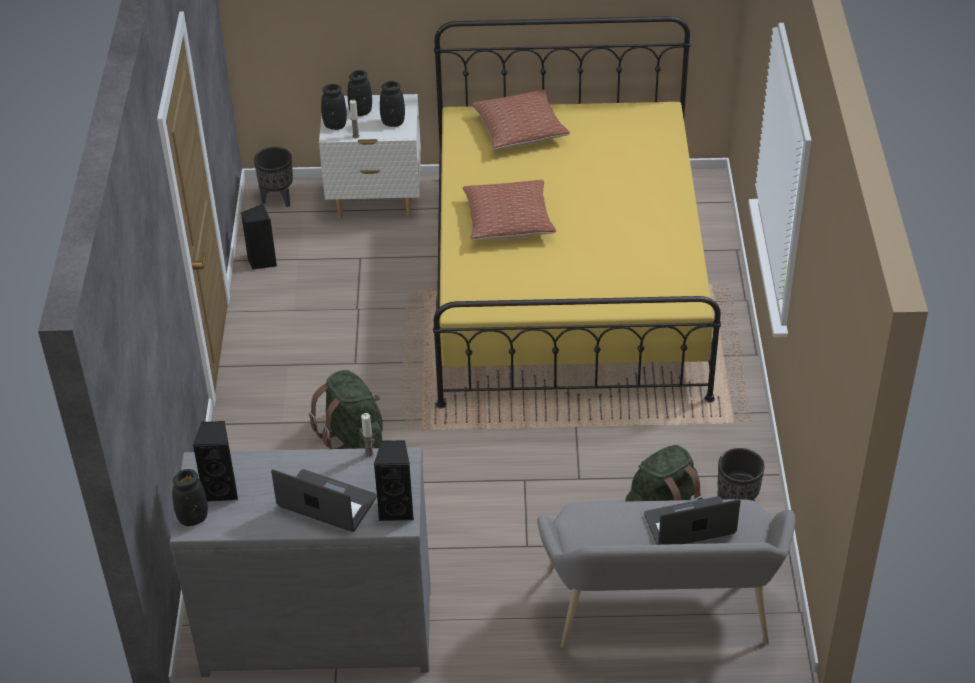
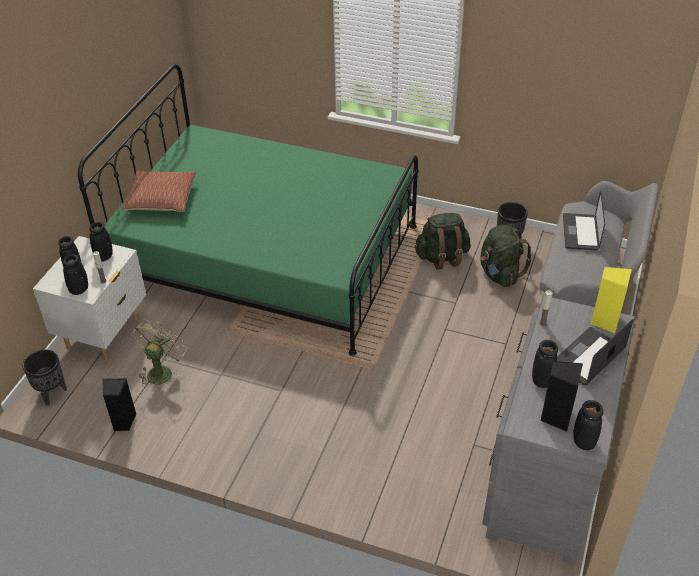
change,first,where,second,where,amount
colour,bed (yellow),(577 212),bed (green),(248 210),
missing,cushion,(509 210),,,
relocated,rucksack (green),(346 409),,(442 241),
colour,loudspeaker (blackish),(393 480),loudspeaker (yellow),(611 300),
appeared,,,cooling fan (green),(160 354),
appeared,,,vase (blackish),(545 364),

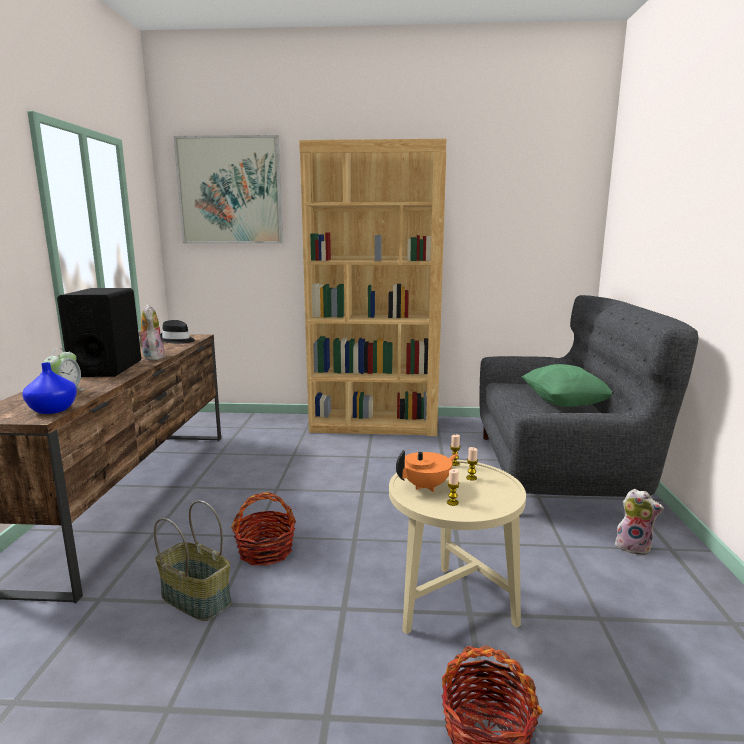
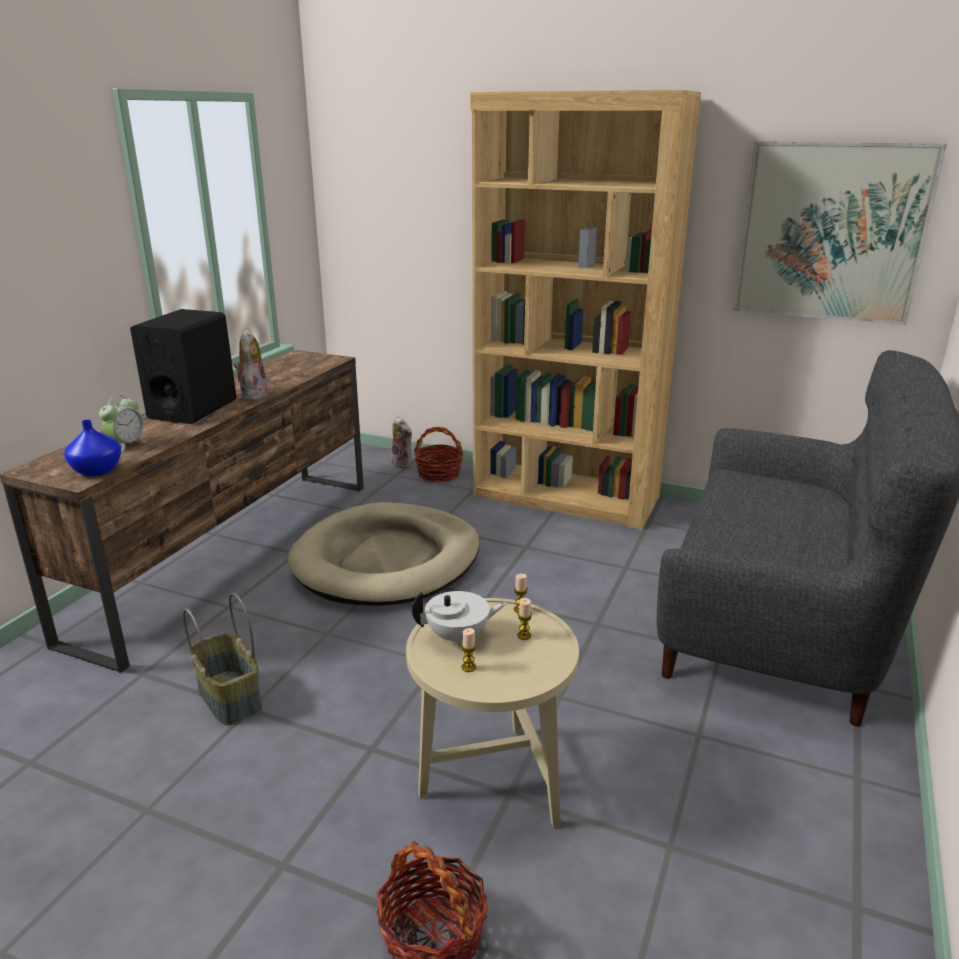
change,first,where,second,where,amount
relocated,wall art,(228 189),,(840 233),
missing,clothing hat (blackish),(178 332),,,
missing,cushion (green),(567 385),,,
colour,tea pot (orange-coloured),(427 471),tea pot (whitish),(459 619),
relocated,cuddly toy,(639 522),,(400 442),
relocated,storage basket,(263 529),,(438 455),
appeared,,,pet bed (sand-coloured),(383 554),

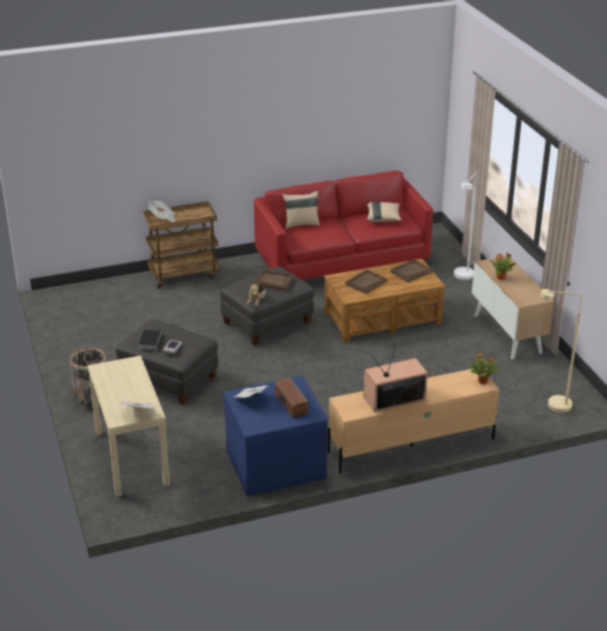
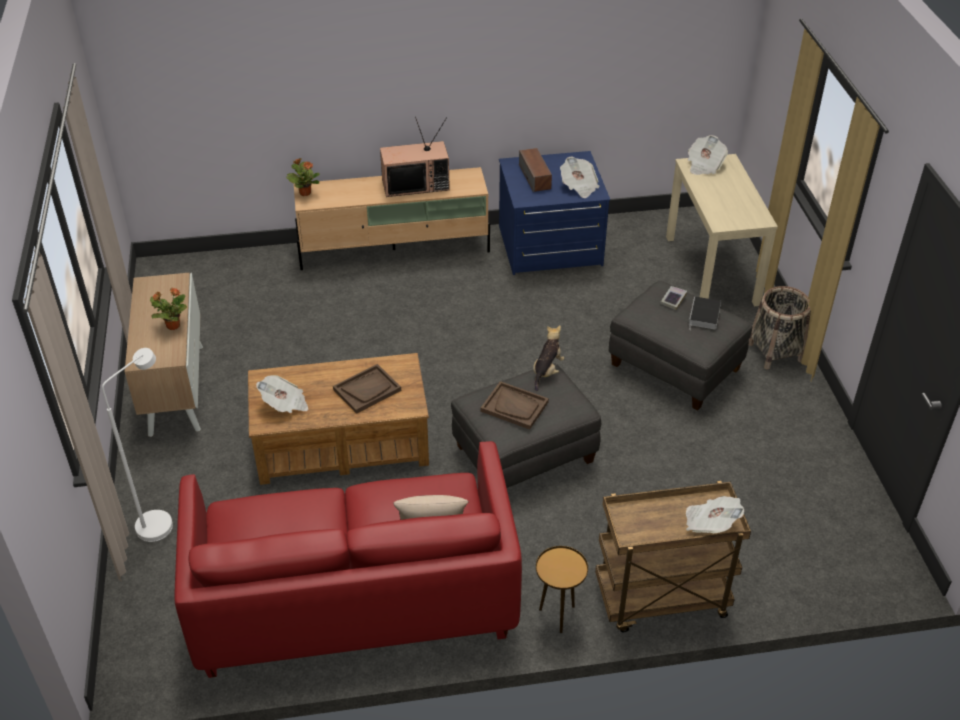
change,first,where,second,where,amount
missing,cushion (sand-coloured),(384 212),,,
exchanged,serving tray (brown),(411 270),printed paper,(282 394),
missing,standard lamp (sand-coloured),(561 351),,,
appeared,,,accent table (brown),(562 589),

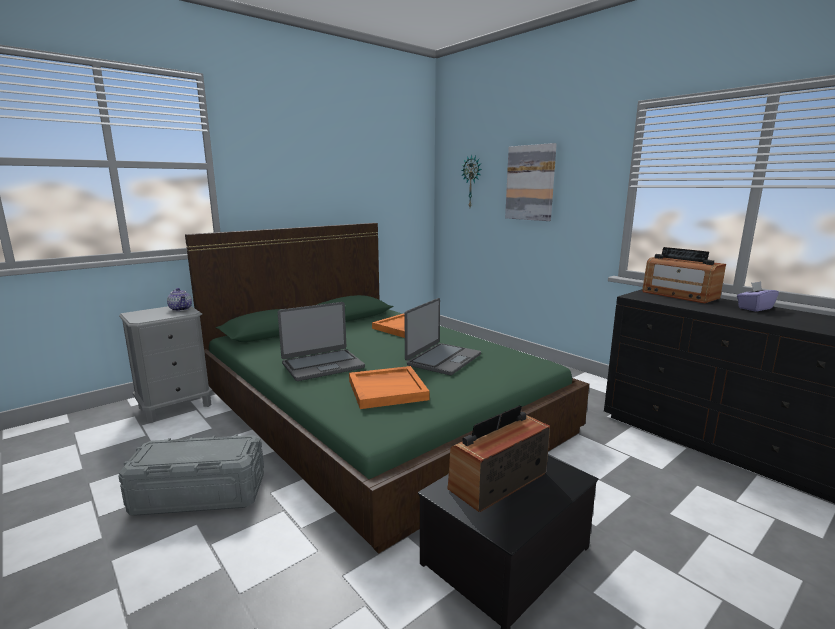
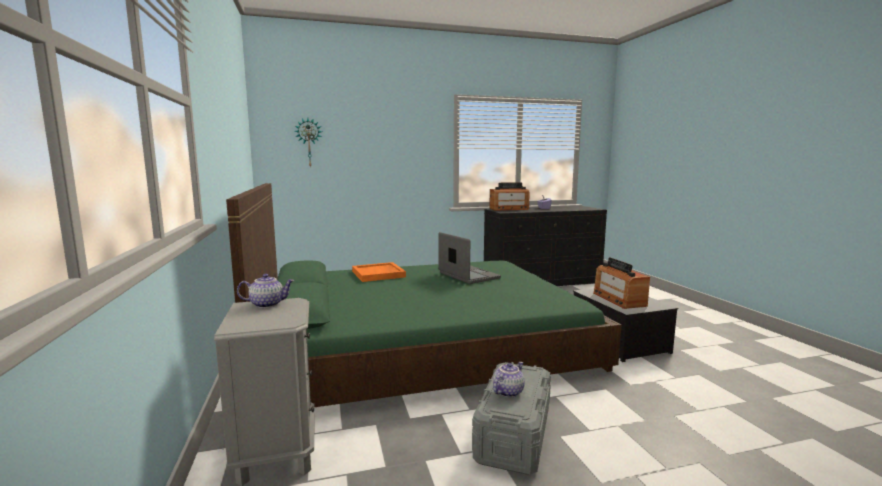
change,first,where,second,where,amount
missing,wall art,(531 182),,,
missing,laptop,(321 341),,,
missing,serving tray (orange-coloured),(389 387),,,
appeared,,,tea pot,(509 379),

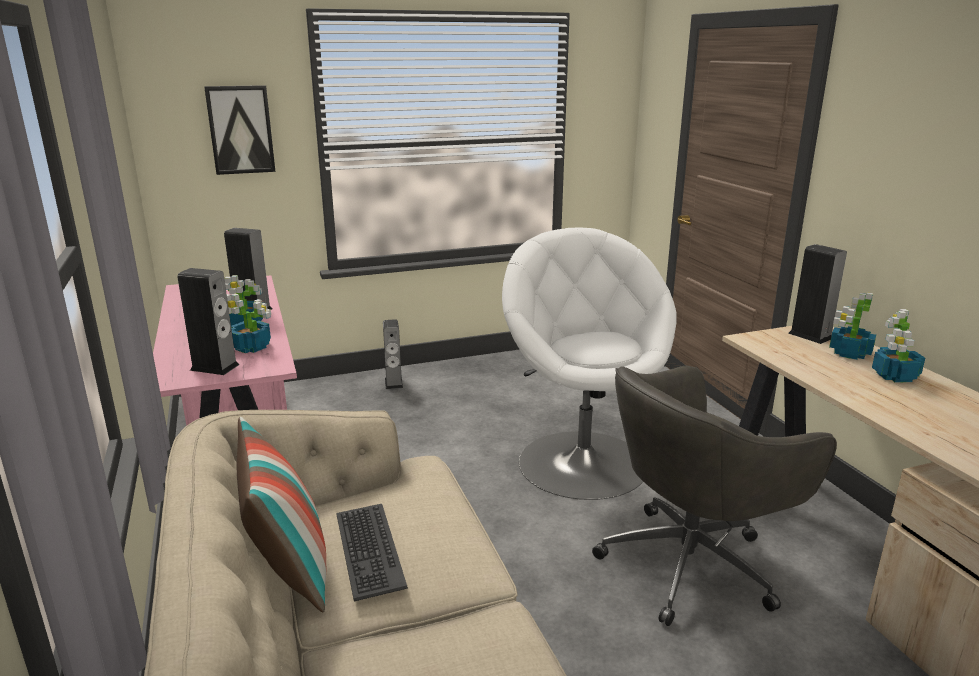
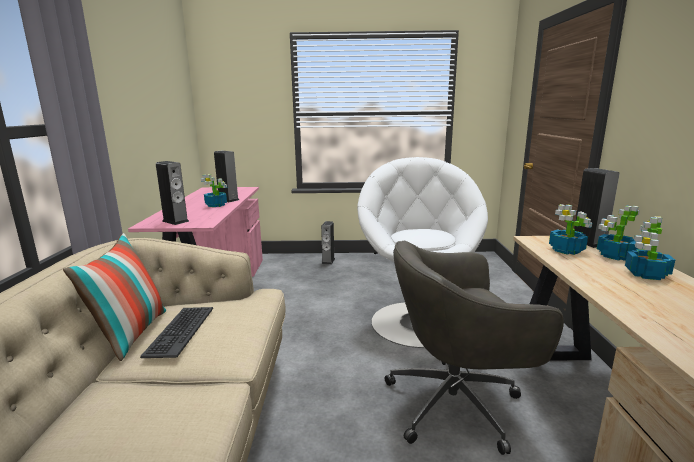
change,first,where,second,where,amount
missing,wall art,(239 130),,,
relocated,plant in a pot,(249 323),,(570 229),

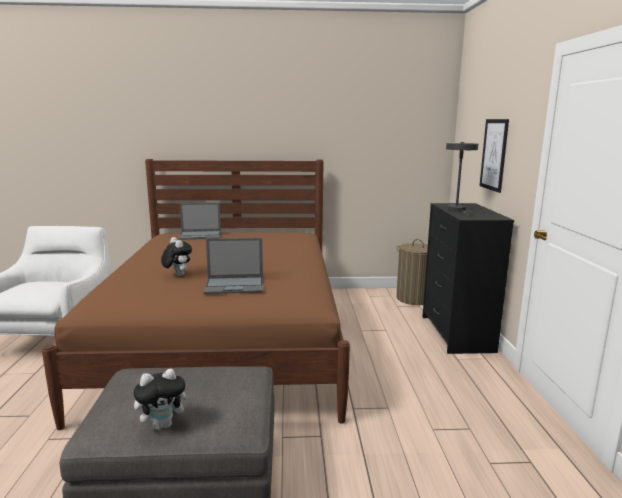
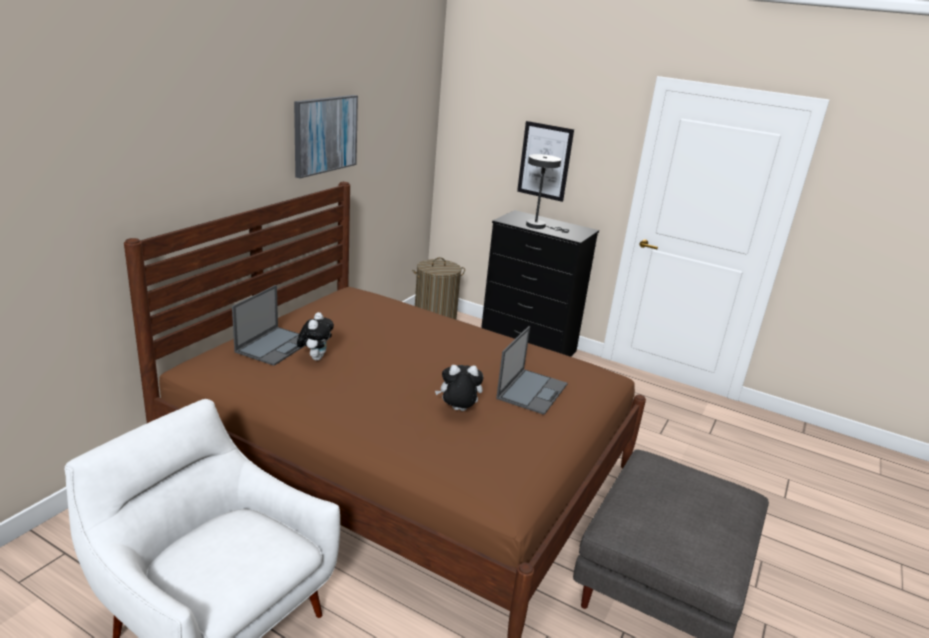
change,first,where,second,where,amount
relocated,cuddly toy,(163 399),,(315 336),
appeared,,,wall art,(326 136),

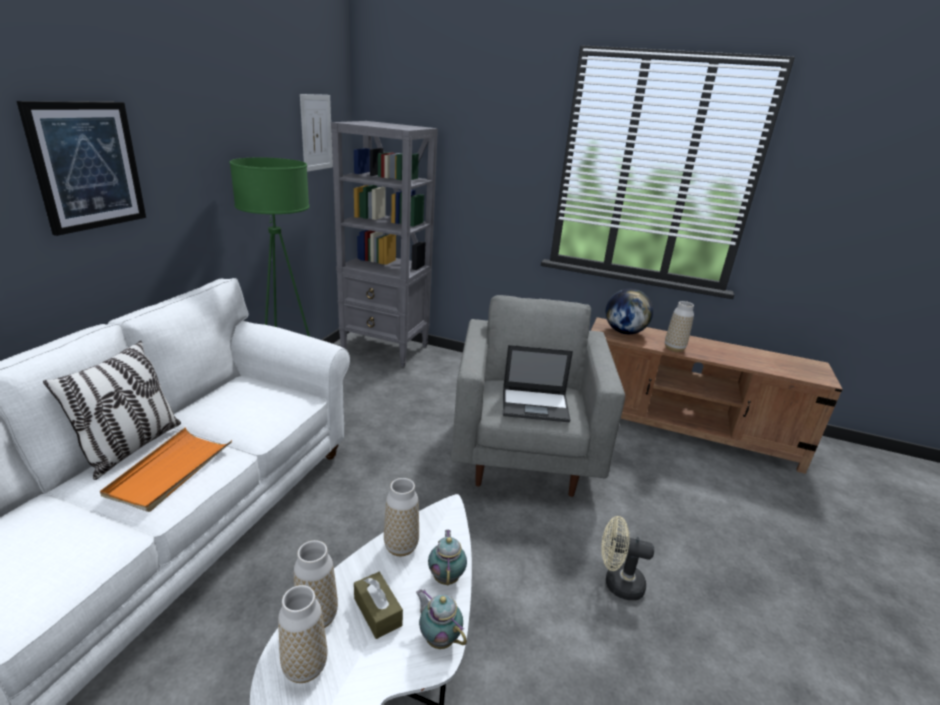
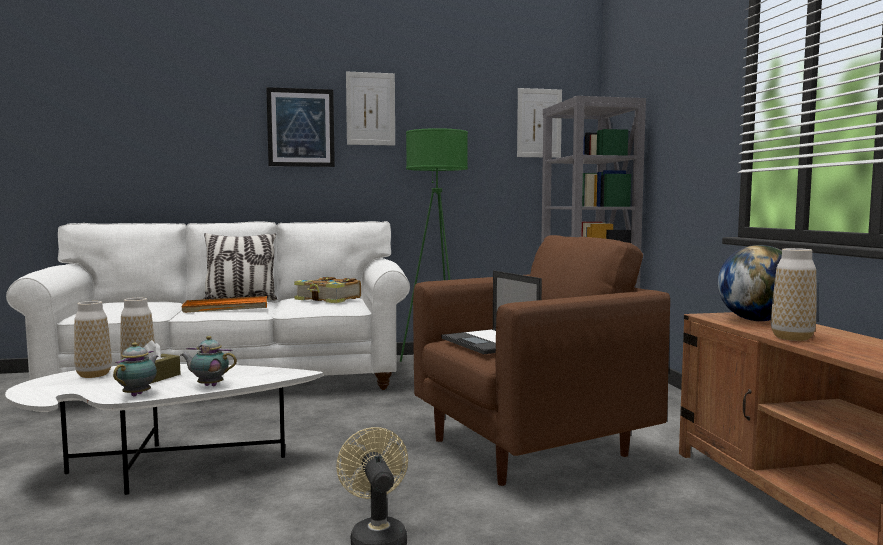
change,first,where,second,where,amount
colour,lounge chair (greyish),(538 396),lounge chair (brown),(541 360),
missing,vase,(401 517),,,
spun,tea pot,(447 557),,(209 361),135 degrees counterclockwise
appeared,,,wall art,(370 108),
appeared,,,volume,(327 290),

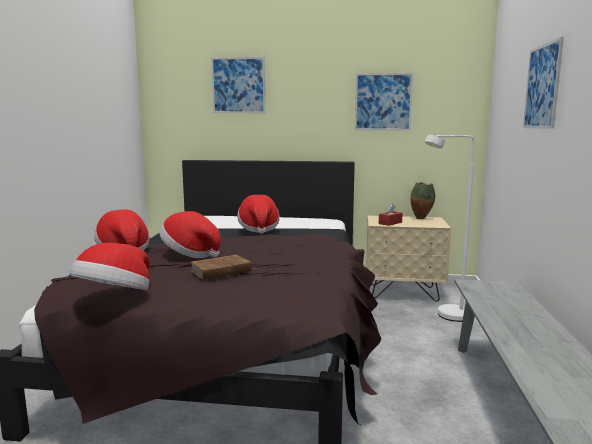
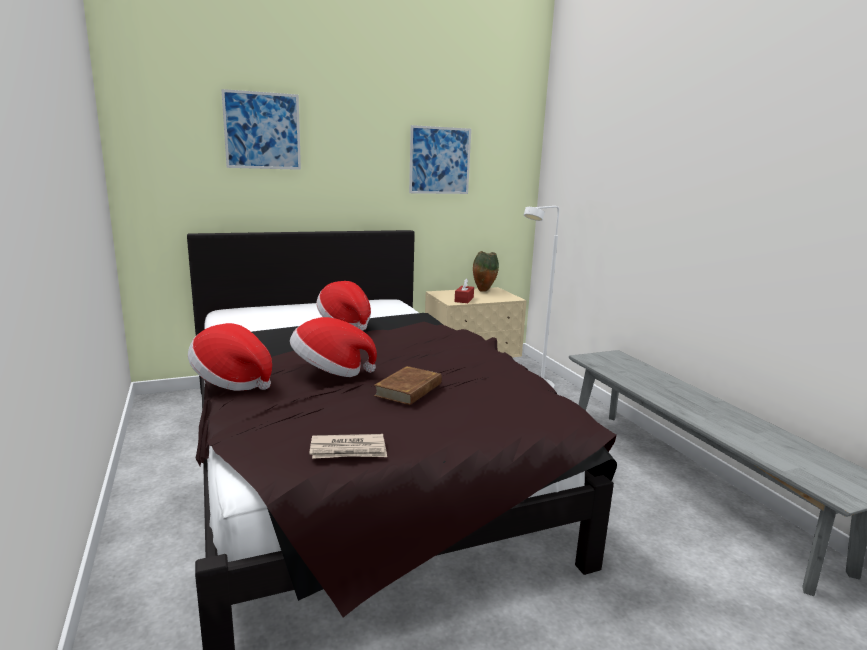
change,first,where,second,where,amount
missing,wall art,(543 83),,,
exchanged,clothing hat,(109 266),printed paper,(348 446),

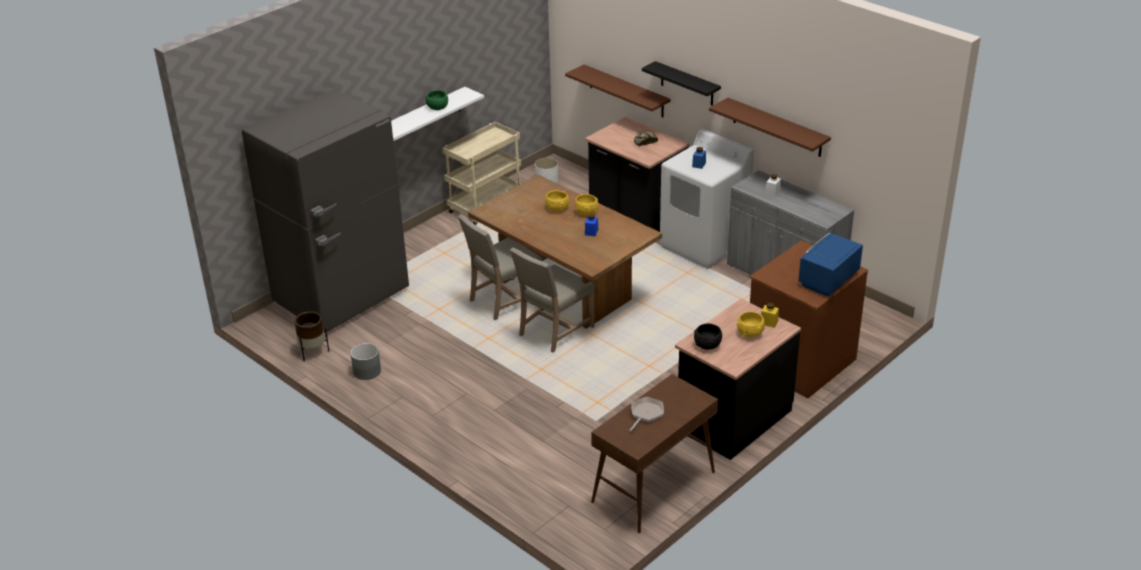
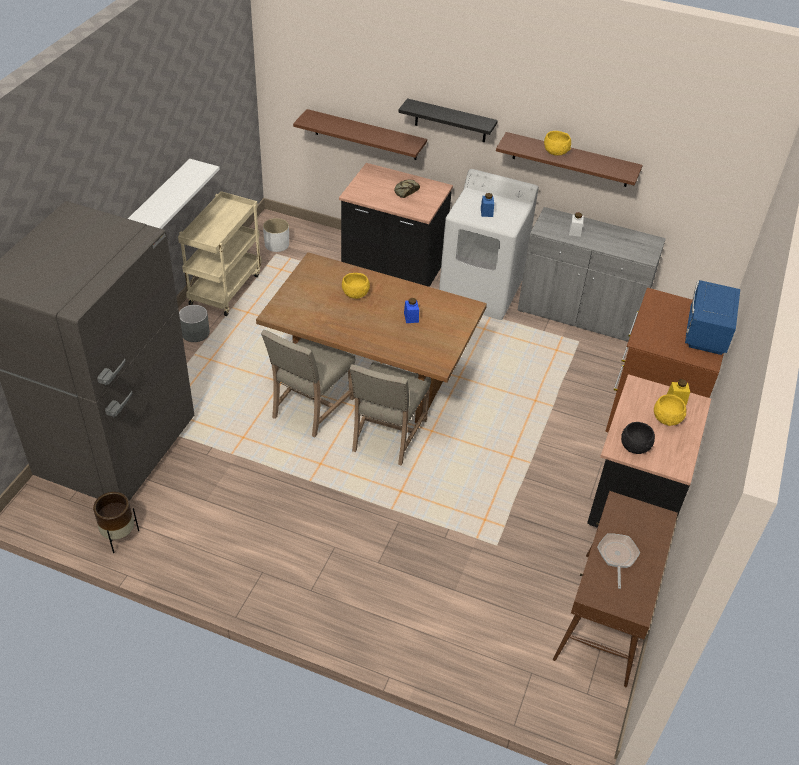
change,first,where,second,where,amount
missing,deep dish (green),(437 100),,,
relocated,deep dish (yellow),(587 205),,(557 143),
relocated,plant pot (greyish),(365 361),,(194 323),

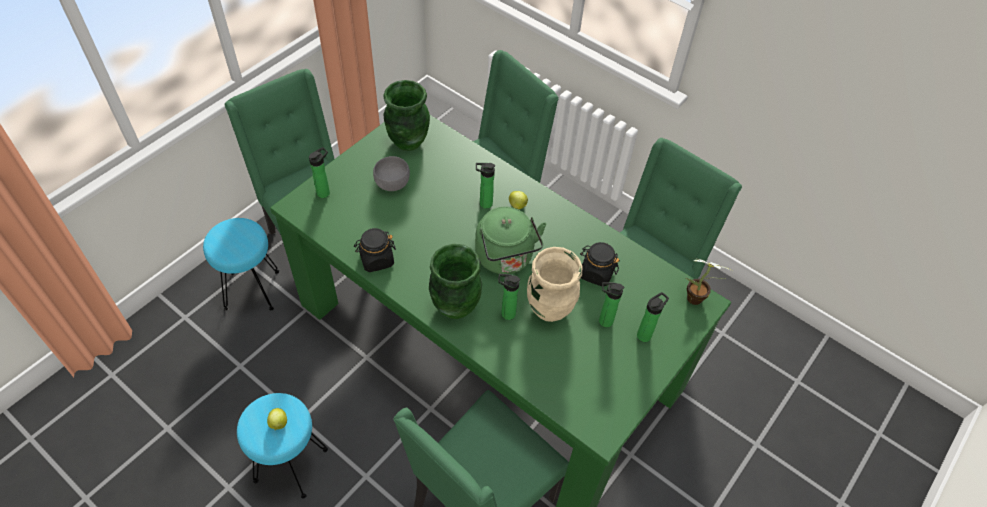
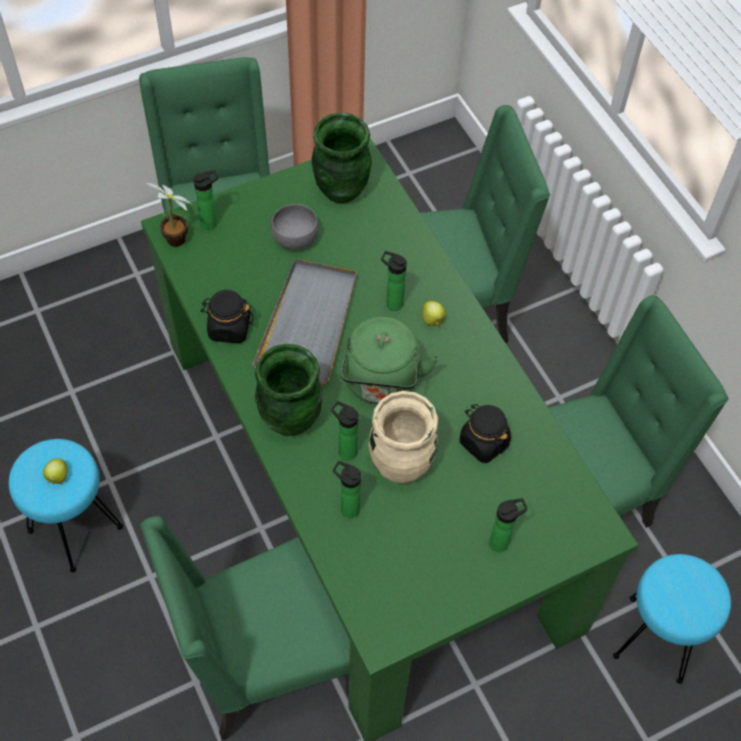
change,first,where,second,where,amount
relocated,stool (blue-green),(241 264),,(672 619),
relocated,plant in a pot,(710 281),,(169 215),
relocated,bottle,(611 305),,(347 489),
appeared,,,serving tray (greyish),(304 322),

